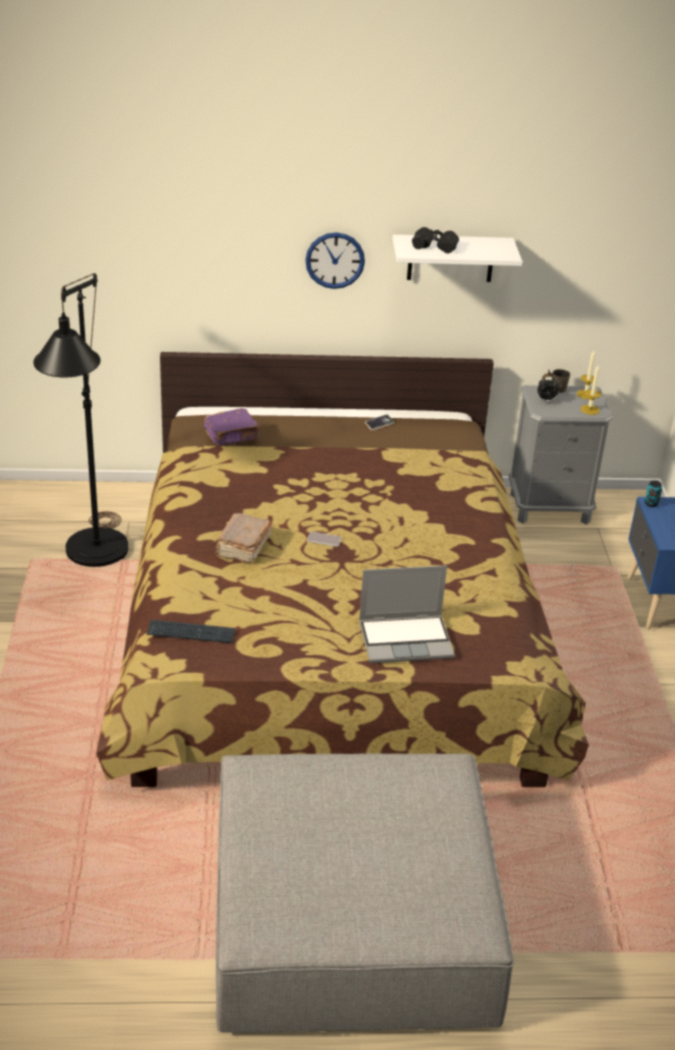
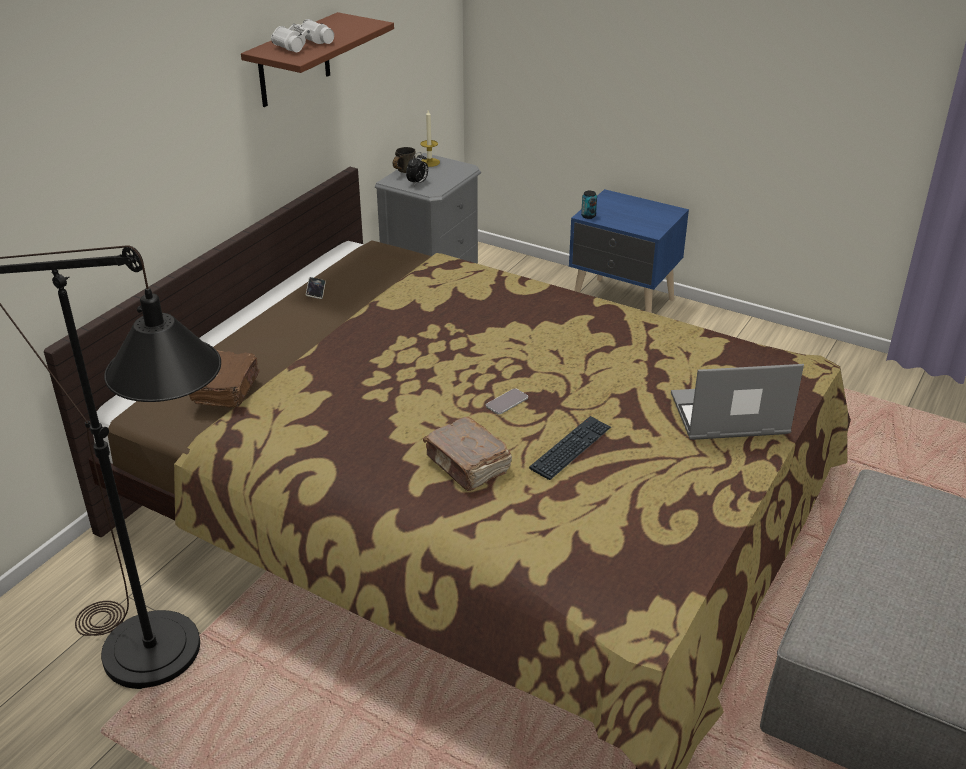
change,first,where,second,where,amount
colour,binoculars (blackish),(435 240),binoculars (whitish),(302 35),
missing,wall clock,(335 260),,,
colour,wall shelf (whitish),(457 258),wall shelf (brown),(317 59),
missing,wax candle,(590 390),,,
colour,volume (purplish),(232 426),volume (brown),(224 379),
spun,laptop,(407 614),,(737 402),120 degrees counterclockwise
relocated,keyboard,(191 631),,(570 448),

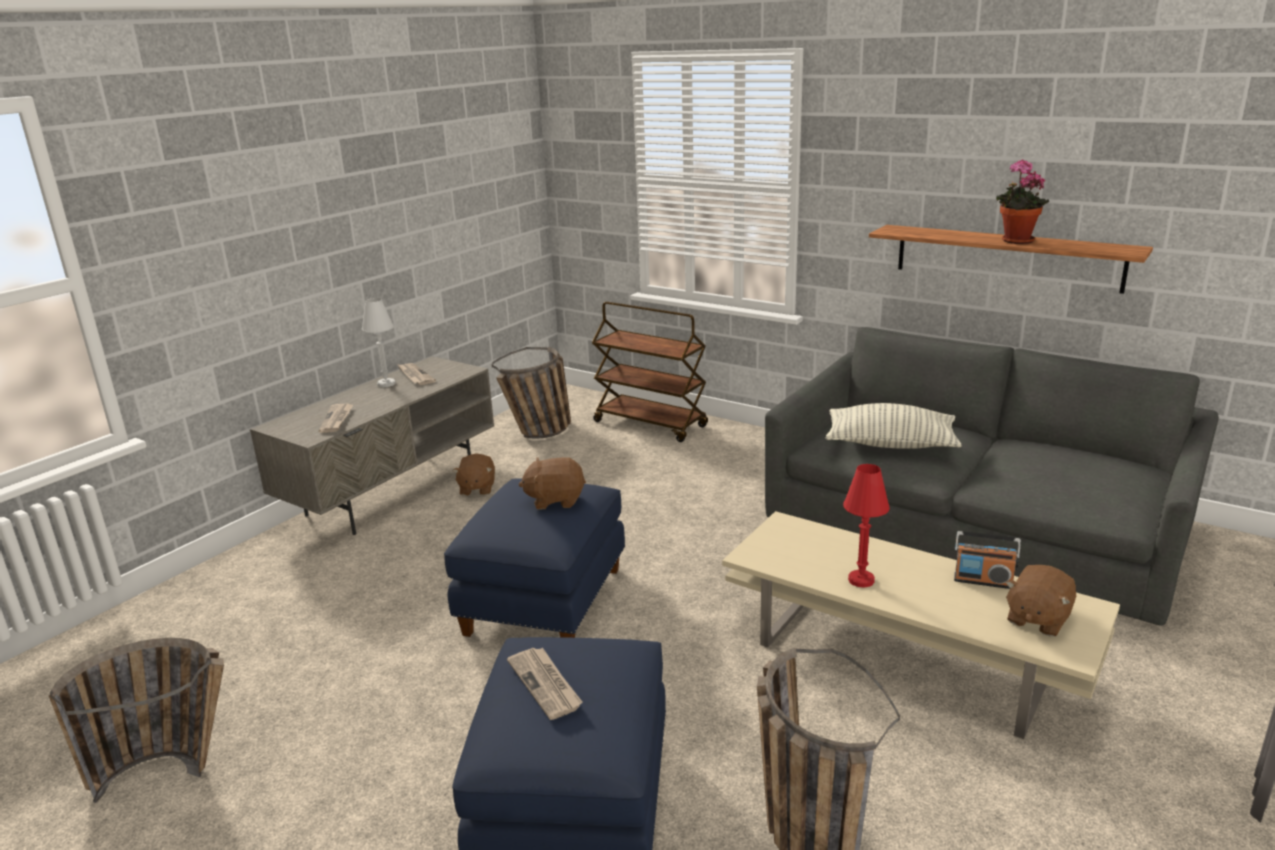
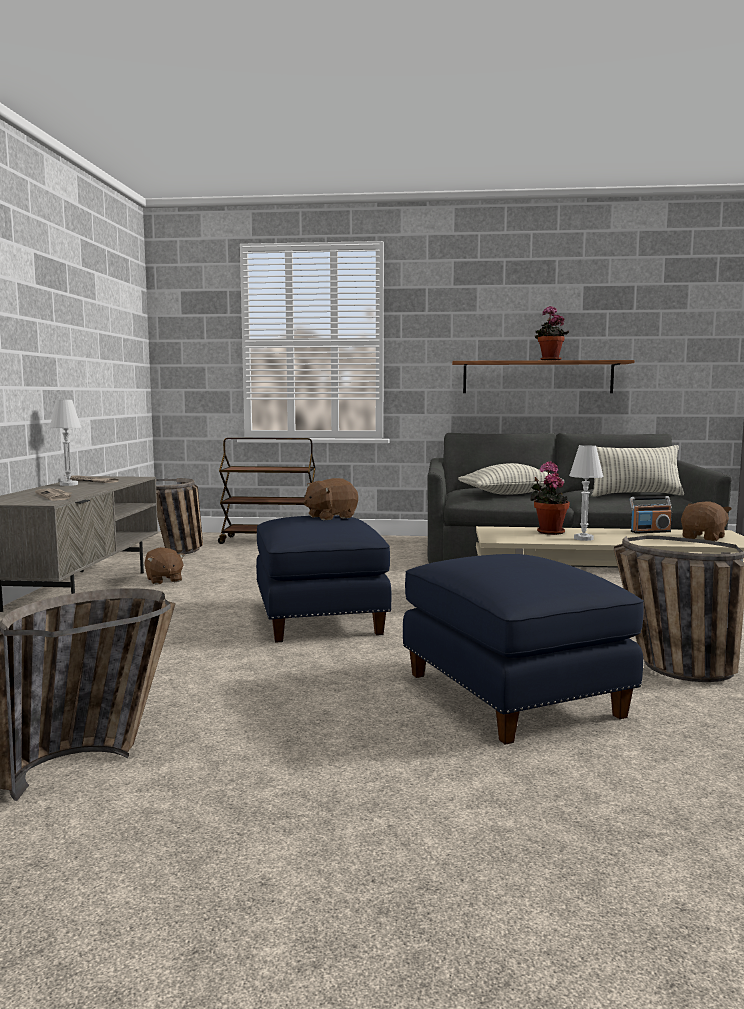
change,first,where,second,where,amount
colour,lamp for a table (red),(866 526),lamp for a table (whitish),(586 493),
spun,cuddly toy (brown),(1040 600),,(706 521),150 degrees counterclockwise
missing,printed paper,(544 684),,,
appeared,,,cushion,(638 471),
appeared,,,plant in a pot,(550 498),

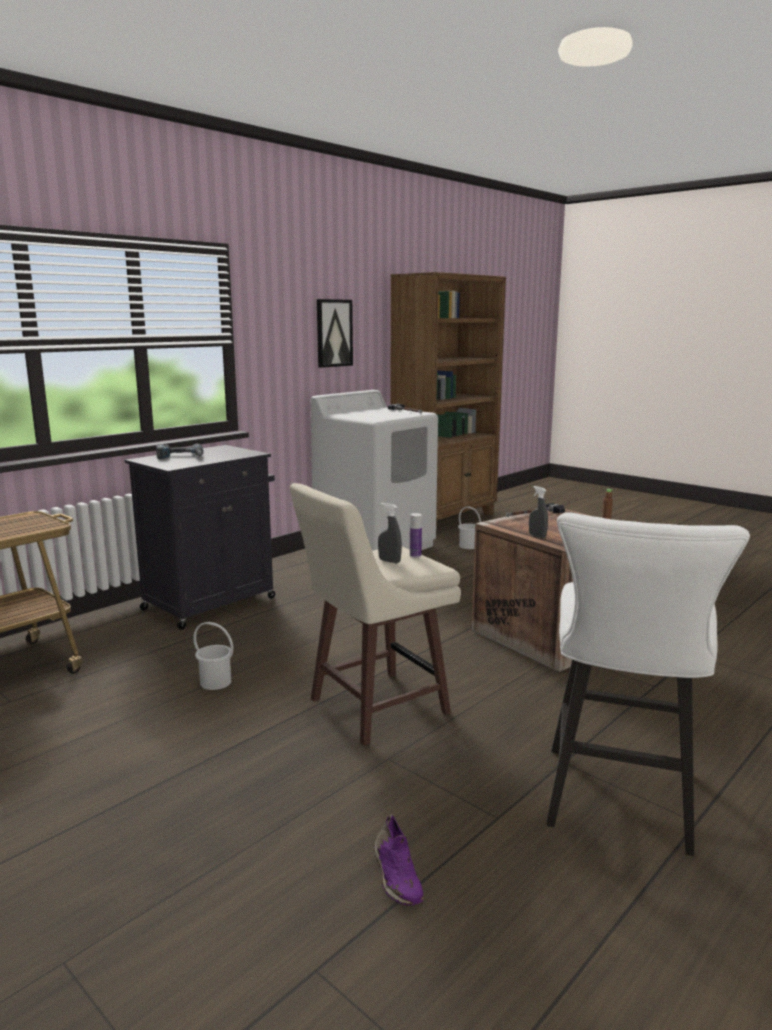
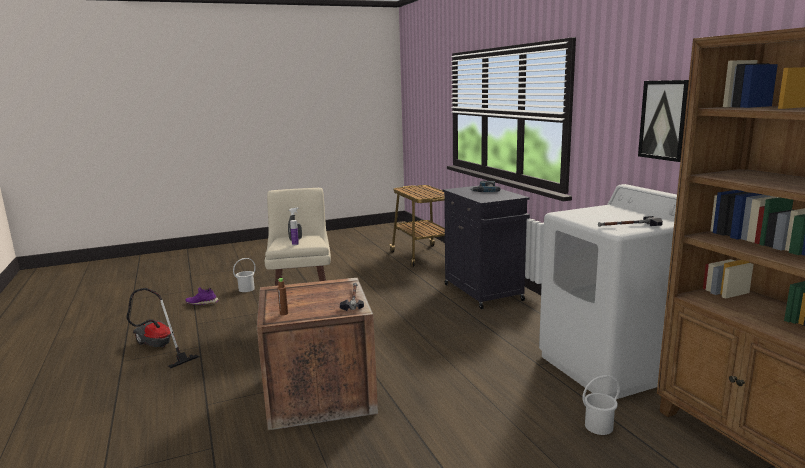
change,first,where,second,where,amount
missing,hand sprayer (greyish),(538 512),,,
exchanged,stool (whitish),(648 684),vacuum,(162 328),
relocated,bucket (whitish),(213 656),,(244 275),

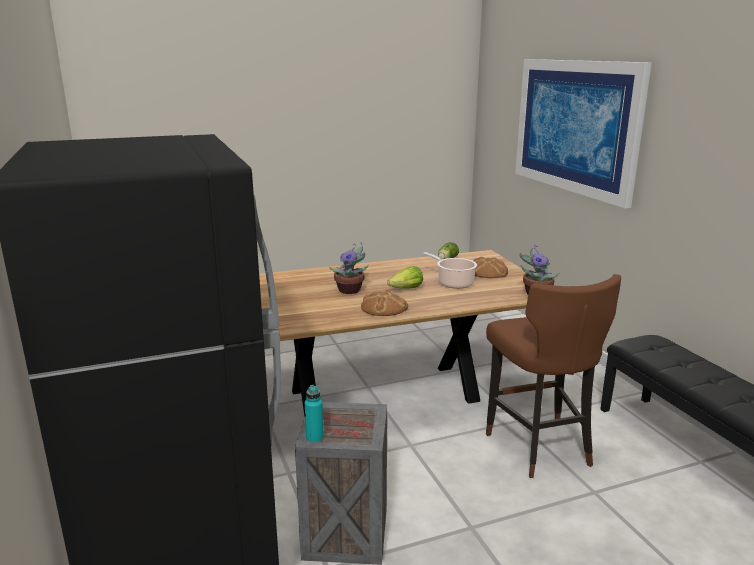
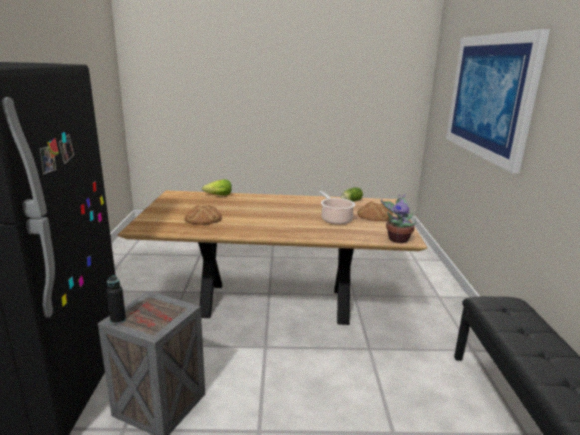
change,first,where,second,where,amount
missing,plant in a pot,(349 268),,,
relocated,lettuce,(405 277),,(217 187),
missing,stool (brown),(553 376),,,
relocated,bread,(384 303),,(203 215),
colour,bottle (blue-green),(314 414),bottle (blackish),(116 299),

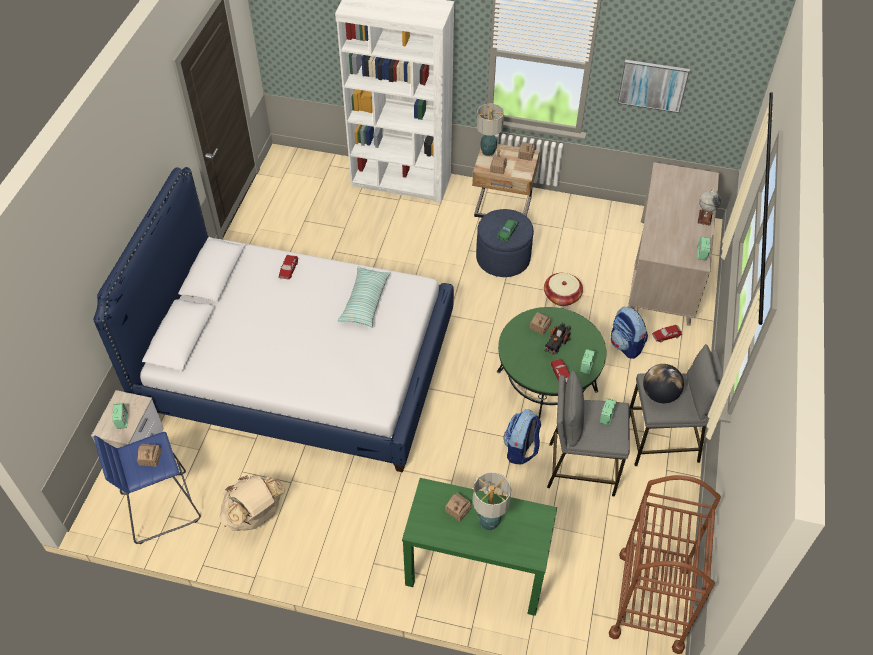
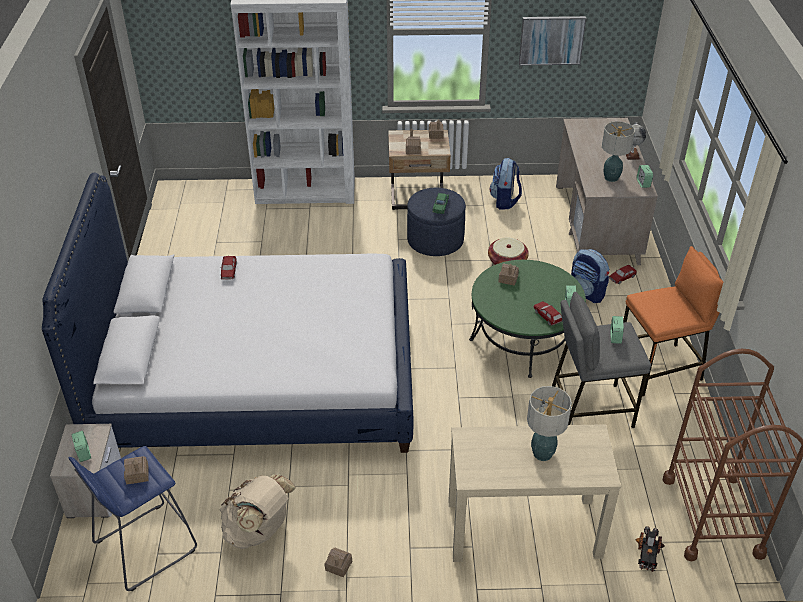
change,first,where,second,where,amount
relocated,lamp for a table,(490 129),,(618 151),
missing,cushion,(364 296),,,
relocated,toy lorry,(557 339),,(650 549),
colour,stool (greyish),(676 405),stool (orange-coloured),(673 321),
missing,globe,(663 383),,,
relocated,rucksack,(522 437),,(506 184),
colour,hall table (green),(479 547),hall table (sand-coloured),(534 493),
relocated,miniature house,(458 507),,(338 562),

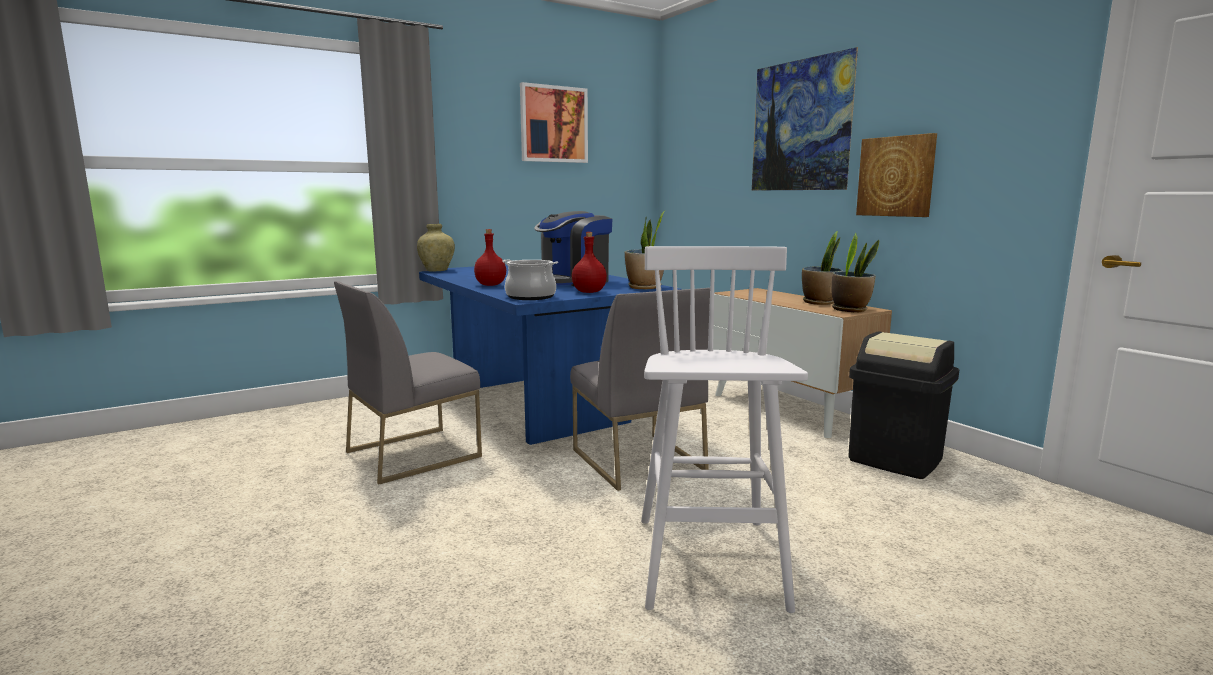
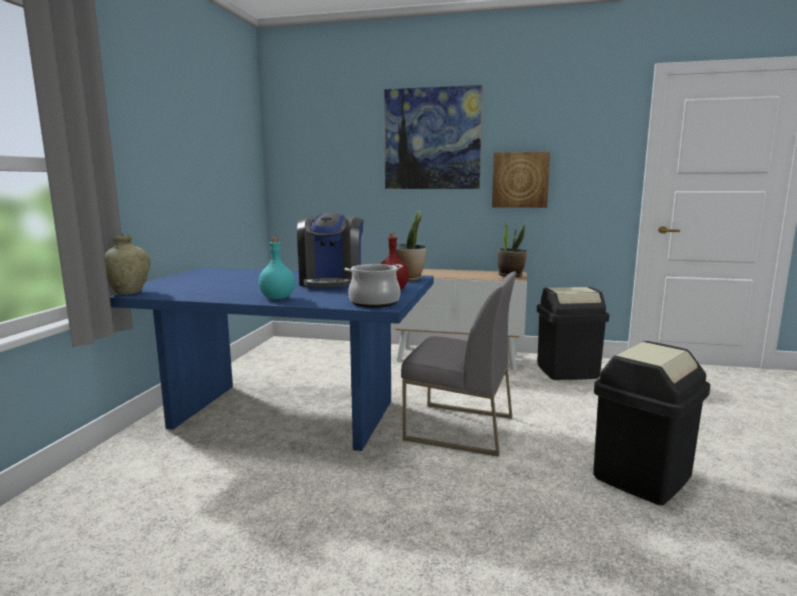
change,first,where,second,where,amount
missing,wall art,(554 122),,,
colour,bottle (red),(490 257),bottle (blue-green),(277 268),
missing,plant in a pot,(822 268),,,
exchanged,stool (whitish),(724 429),waste bin (blackish),(651 423),
missing,chair (greyish),(408 383),,,

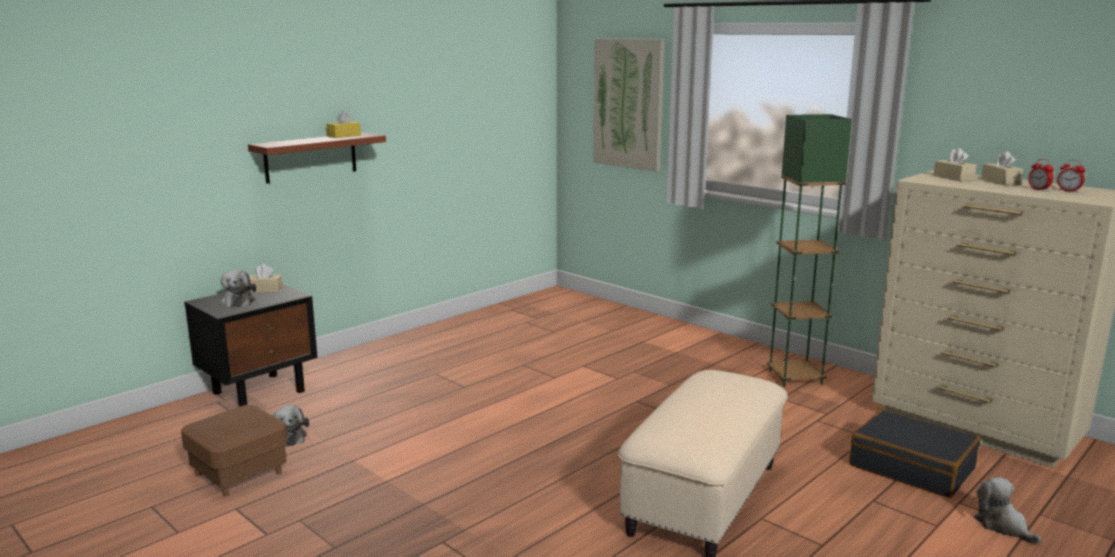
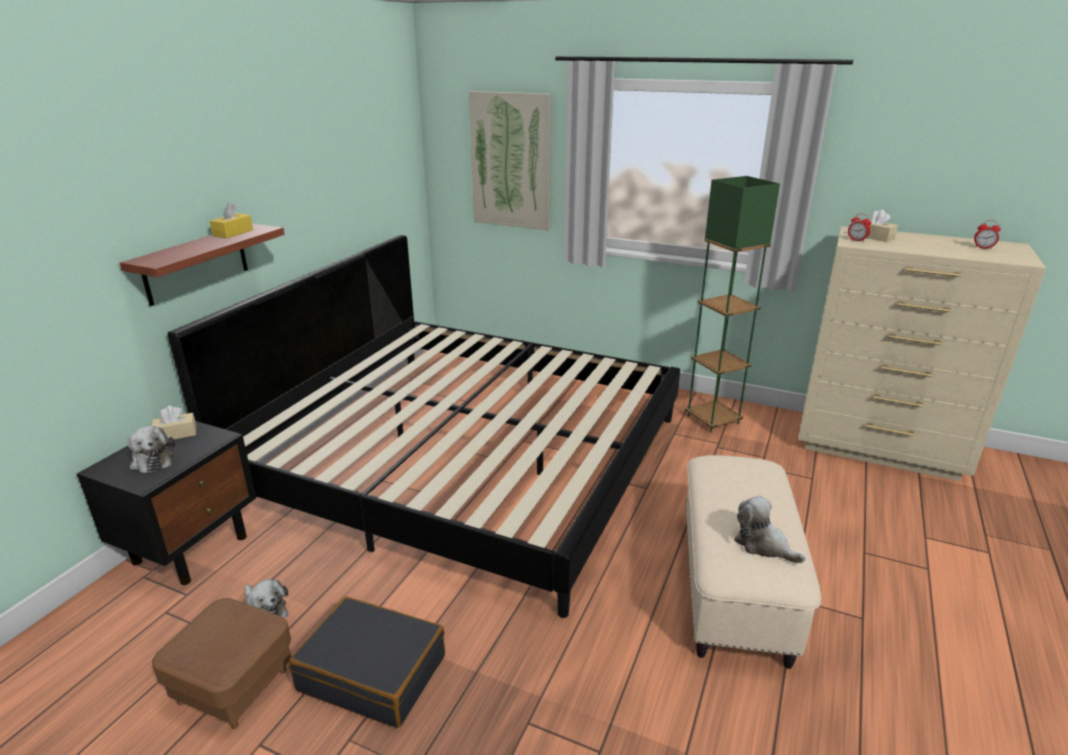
change,first,where,second,where,amount
missing,tissue holder (sand-coloured),(1002 168),,,
relocated,bedside clock,(1041 175),,(859 228),
relocated,piece of luggage (blackish),(914 454),,(367 662),
relocated,cuddly toy,(1007 510),,(770 529),
appeared,,,bed,(424 426),

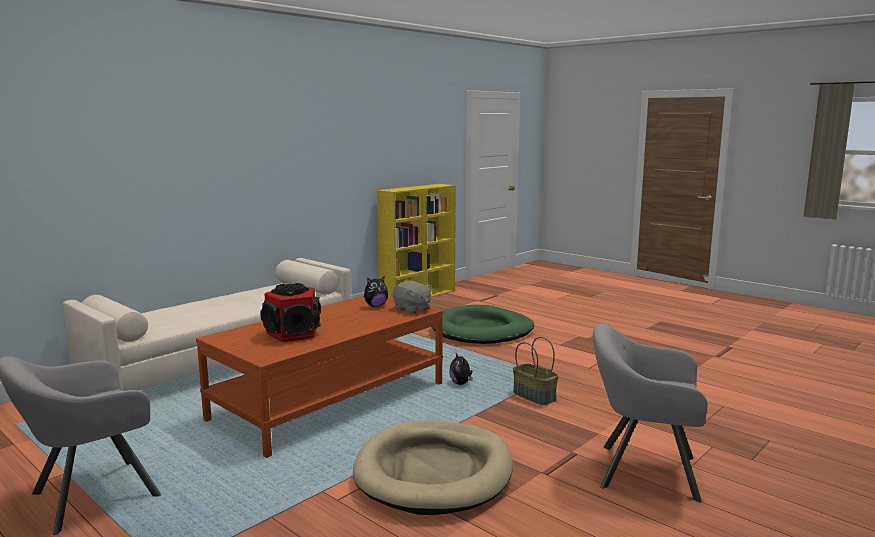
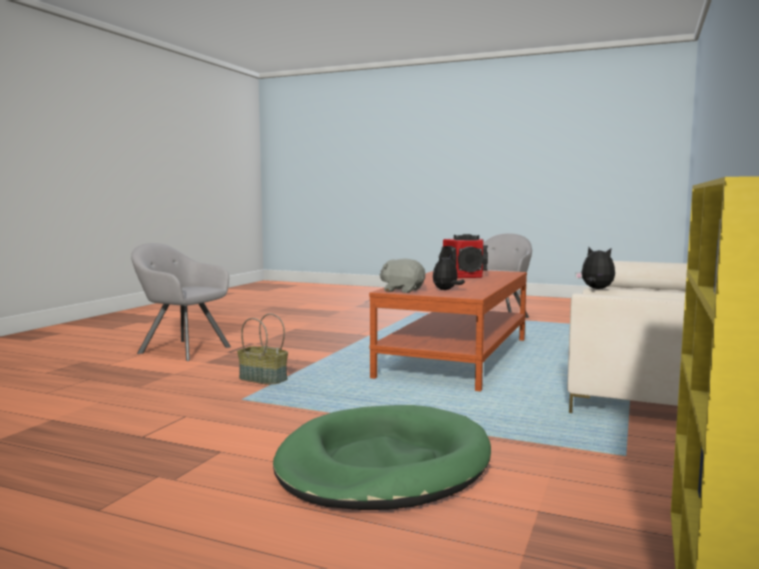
change,first,where,second,where,amount
spun,lounge chair (greyish),(650 413),,(181 302),150 degrees counterclockwise
relocated,cuddly toy,(460 369),,(595 268),
missing,pet bed (sand-coloured),(433 468),,,

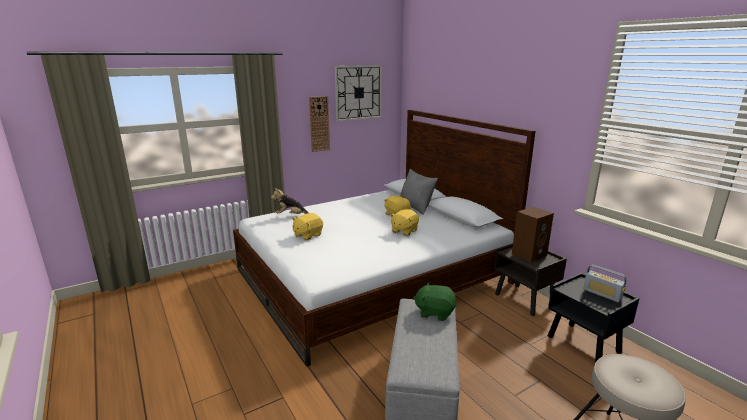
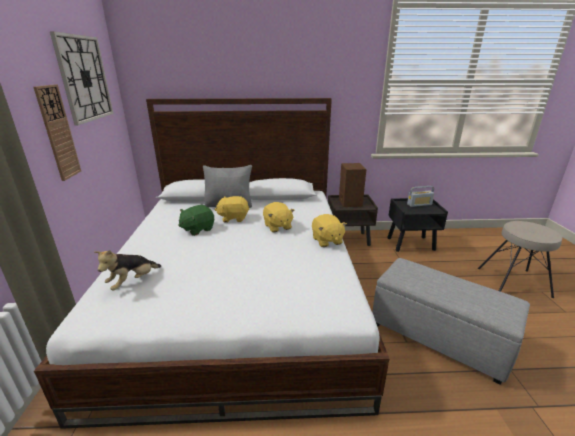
change,first,where,second,where,amount
relocated,cuddly toy (yellow),(307 226),,(329 230),
relocated,cuddly toy (green),(435 301),,(196 220),

